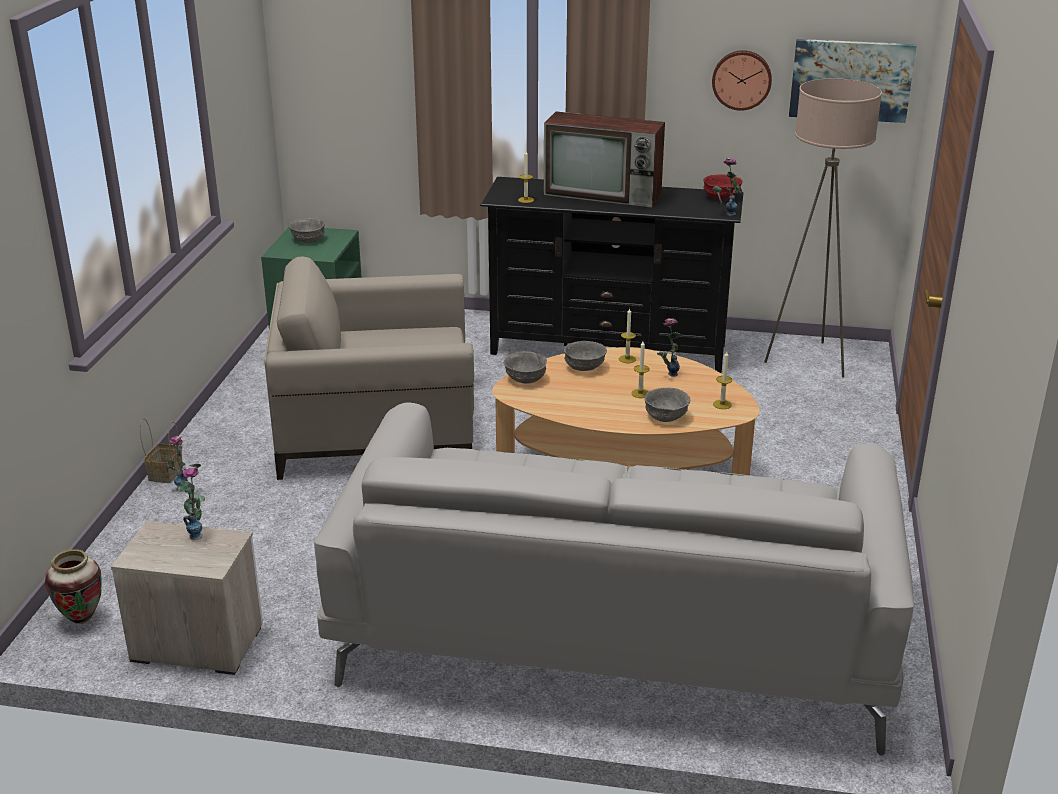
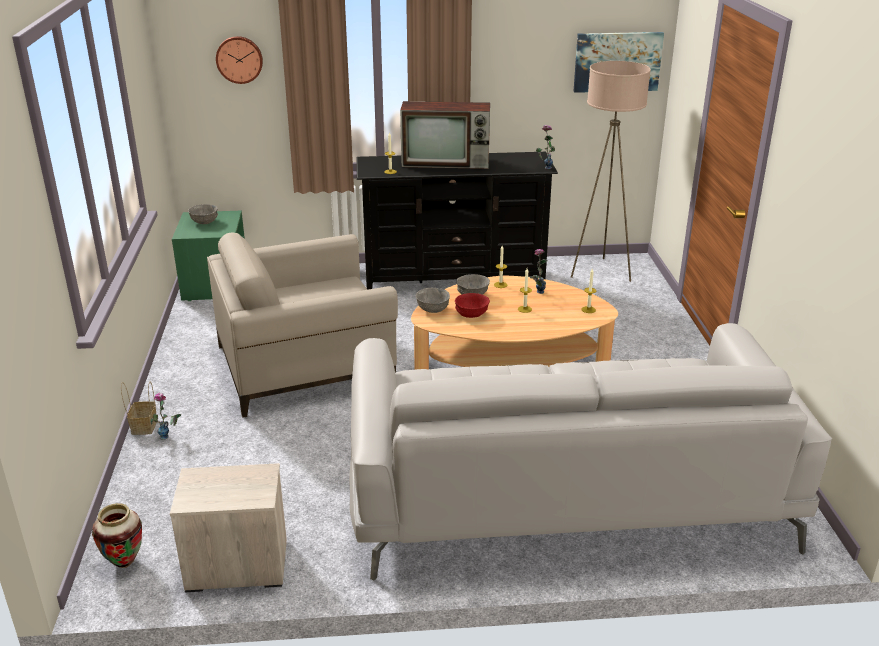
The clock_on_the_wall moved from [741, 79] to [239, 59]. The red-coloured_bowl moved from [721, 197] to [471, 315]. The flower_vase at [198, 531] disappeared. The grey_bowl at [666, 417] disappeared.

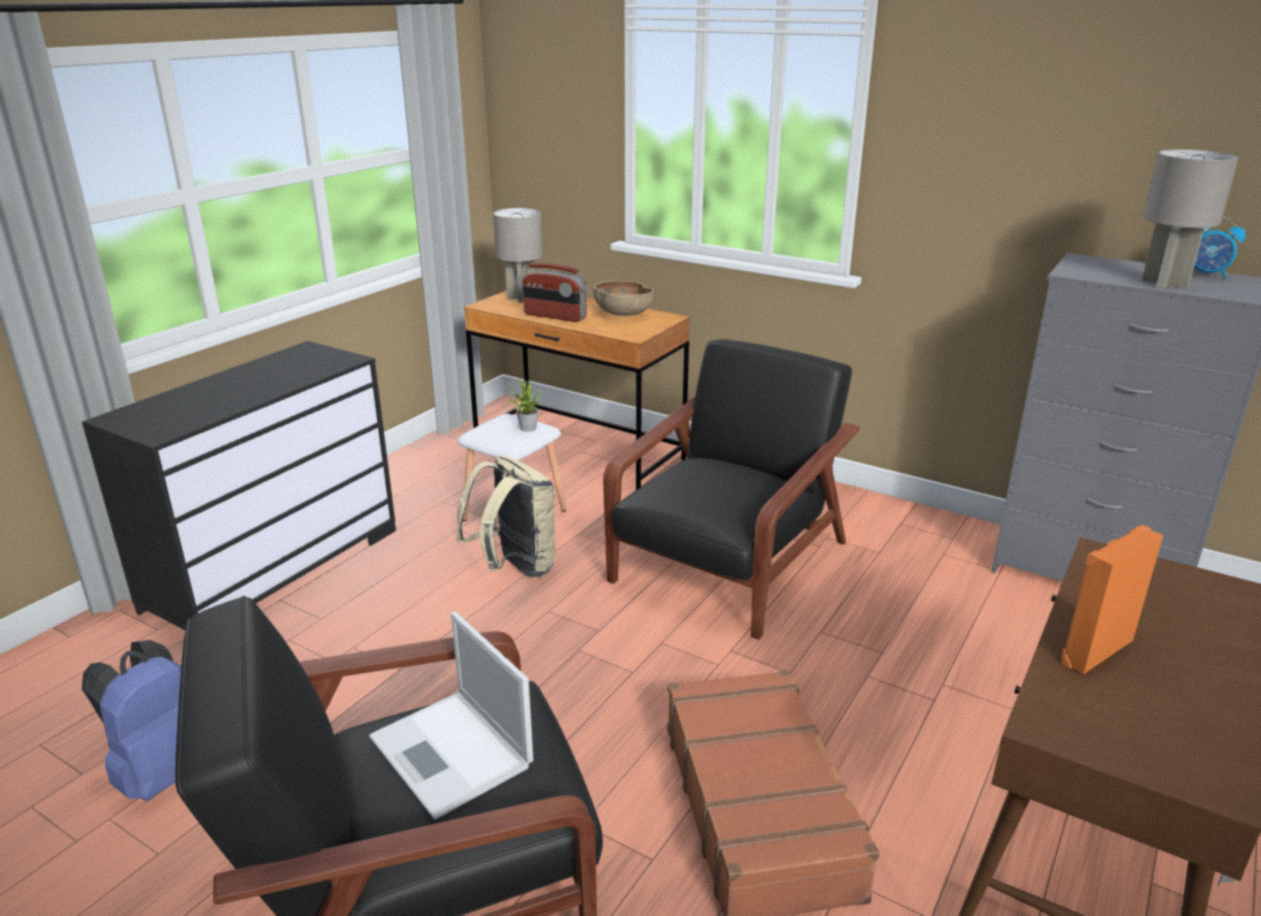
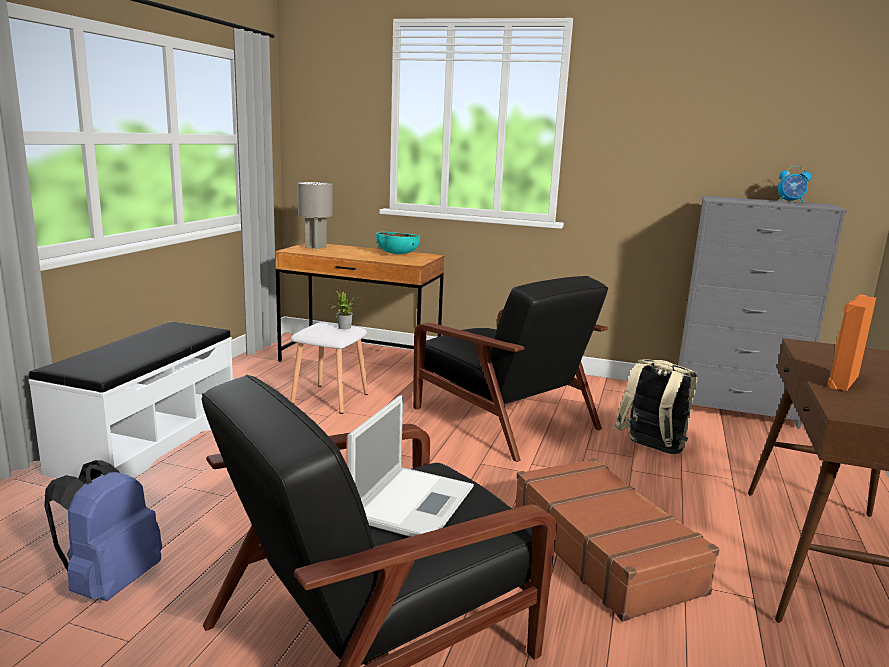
The blackish_dresser at [275, 568] was replaced by the white-coloured_bench at [147, 442]. The notebook_computer at [453, 753] turned 105 degrees counterclockwise. The brown-coloured_bowl at [622, 314] became the turquoise-coloured_bowl at [397, 254]. The blackish_lounge_chair at [727, 564] turned 120 degrees clockwise. The sand-coloured_rucksack moved from [515, 568] to [651, 450]. The radio_receiver at [555, 316] disappeared. The grey_tabletop_lamp at [1164, 283] disappeared.

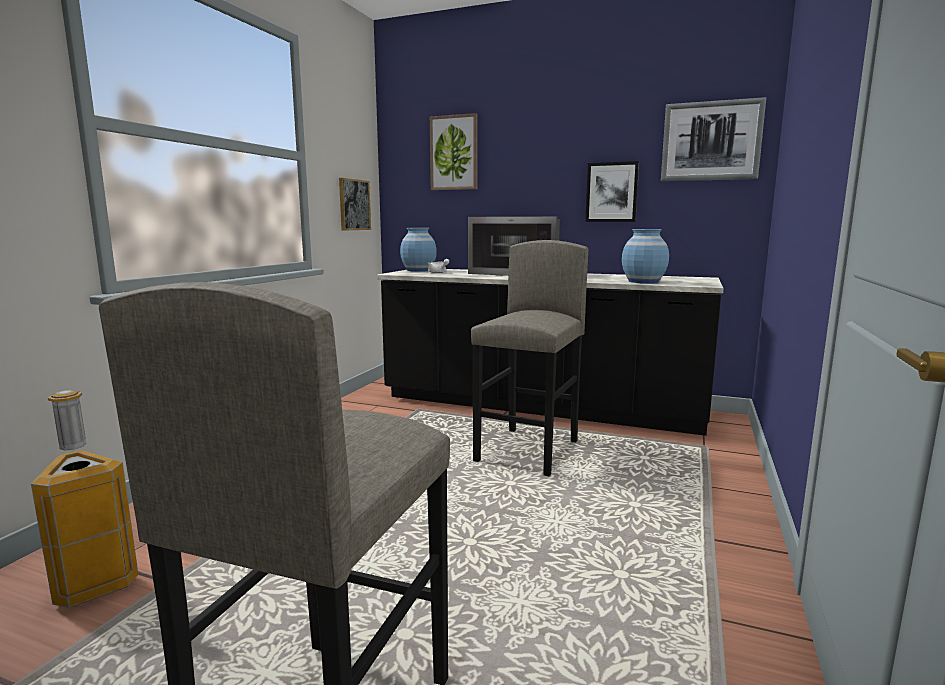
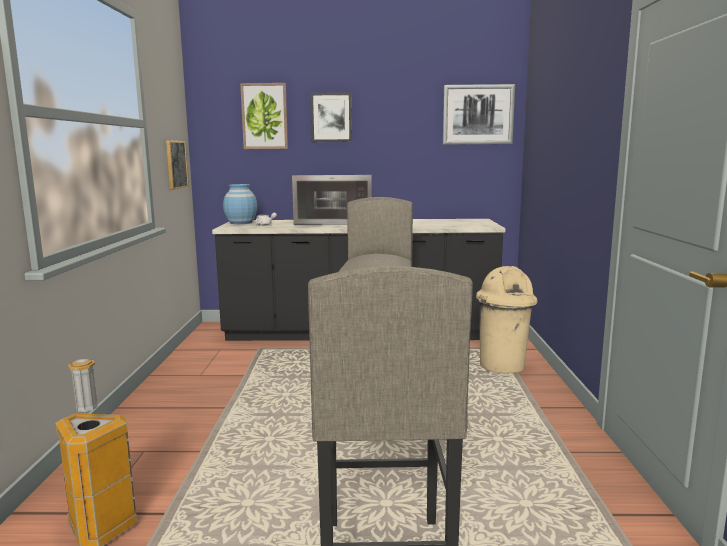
The wall_art moved from [612, 192] to [331, 117]. The sand-coloured_trash_can at [503, 365] appeared. The blue_flower_vase at [643, 281] disappeared.

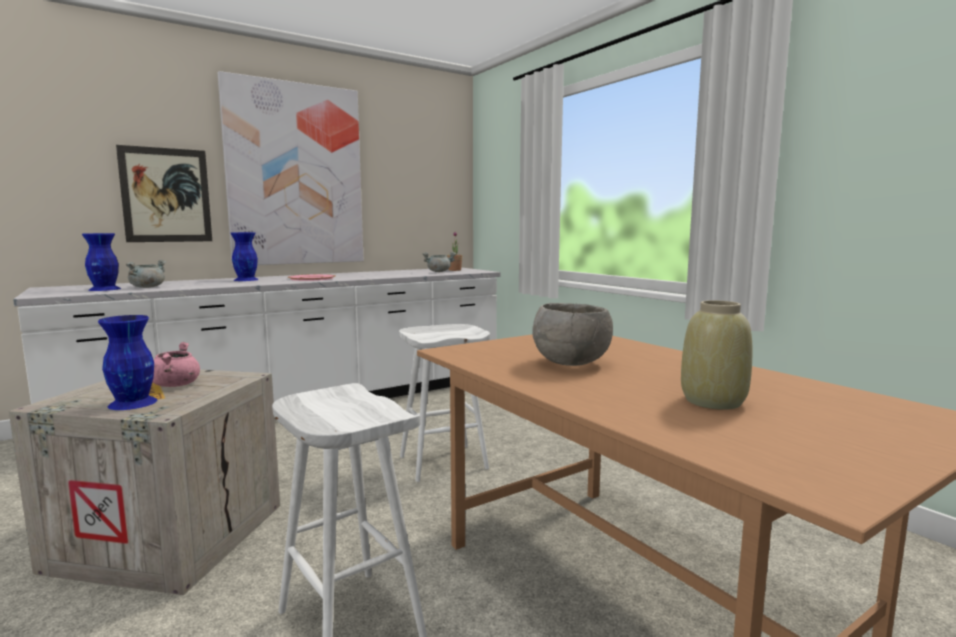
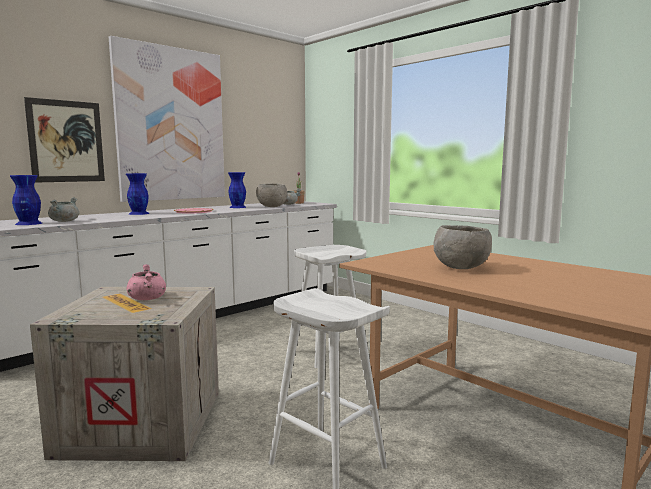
The blue_flower_vase moved from [134, 403] to [238, 207]. The grey_bowl at [271, 207] appeared. The sand-coloured_flower_vase at [714, 401] disappeared.

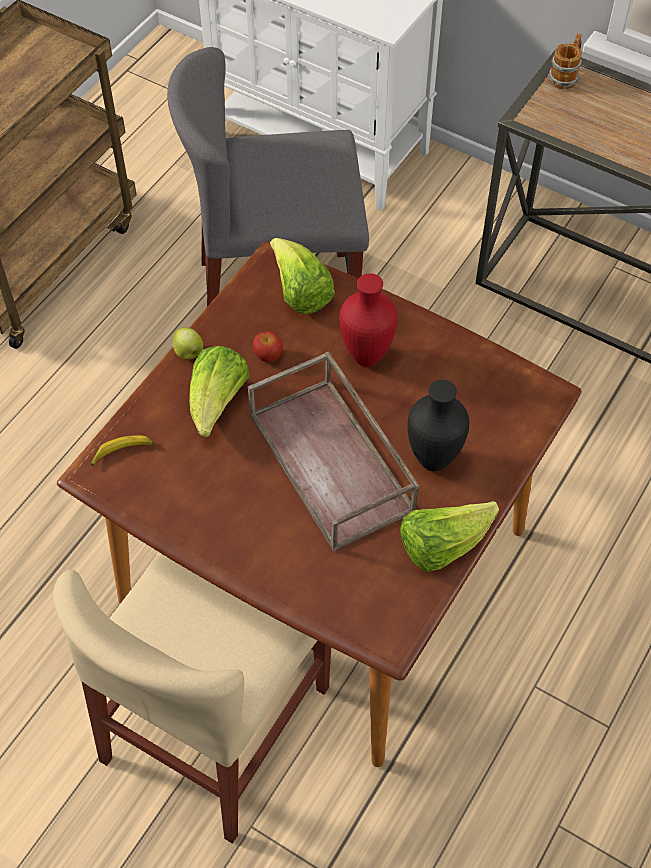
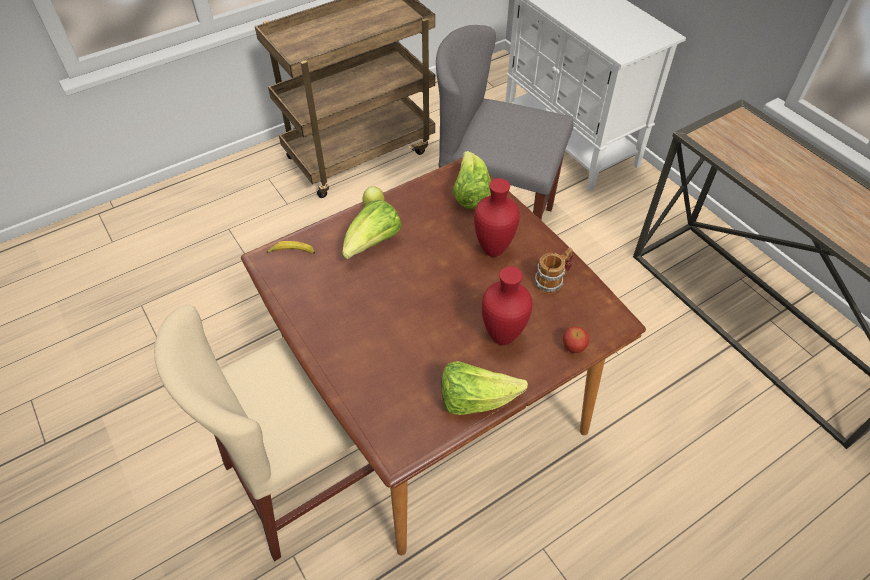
The blackish_flower_vase at [433, 462] became the red-coloured_flower_vase at [501, 337]. The tea_mug moved from [565, 76] to [553, 280]. The apple_fruit moved from [268, 356] to [573, 347]. The brown-coloured_tray at [333, 463] disappeared.

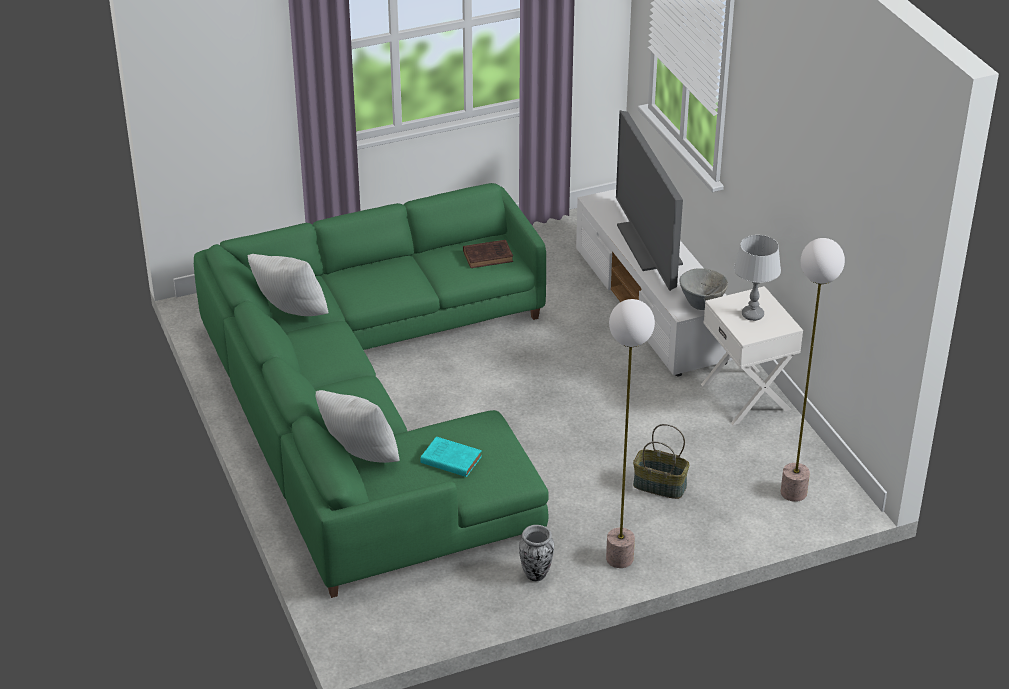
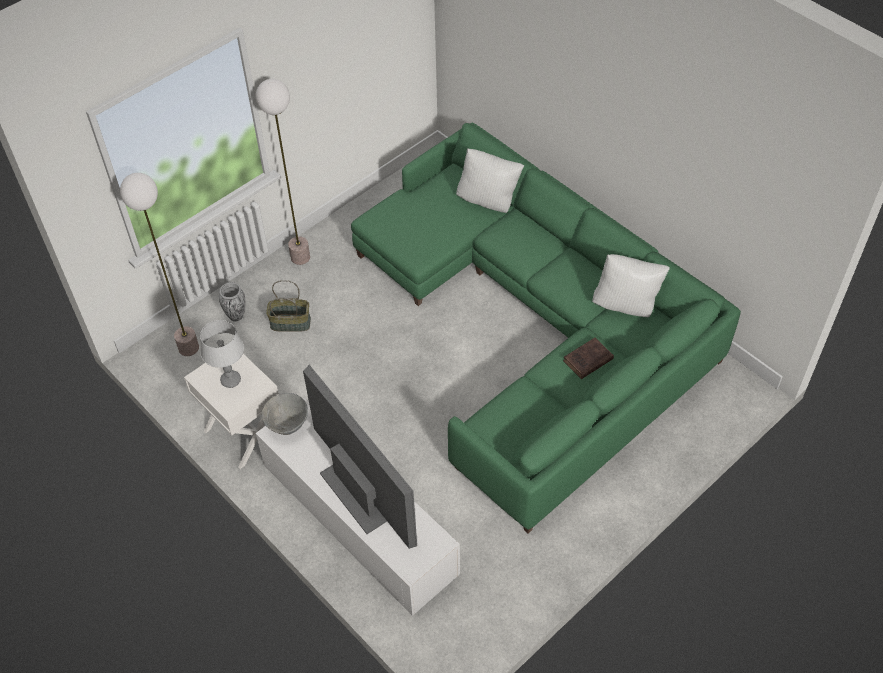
The flower_vase moved from [536, 574] to [236, 315]. The brown-coloured_book moved from [489, 256] to [587, 361]. The turquoise-coloured_book at [449, 459] disappeared.

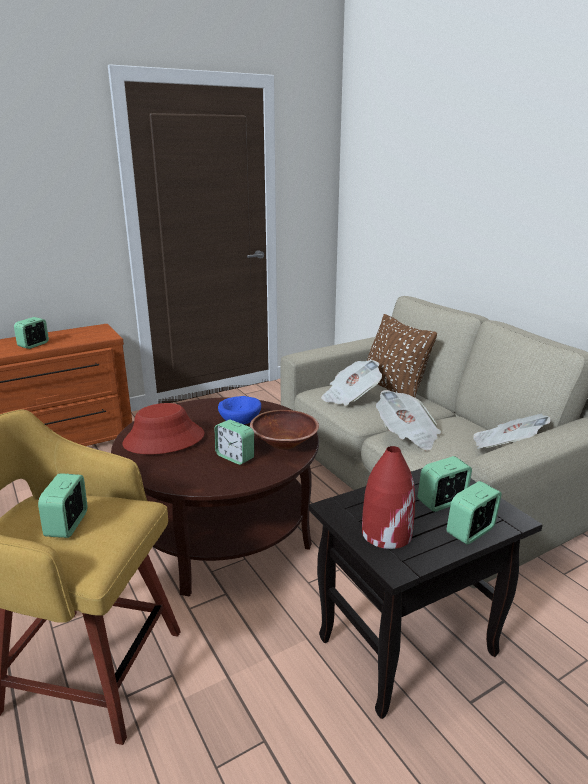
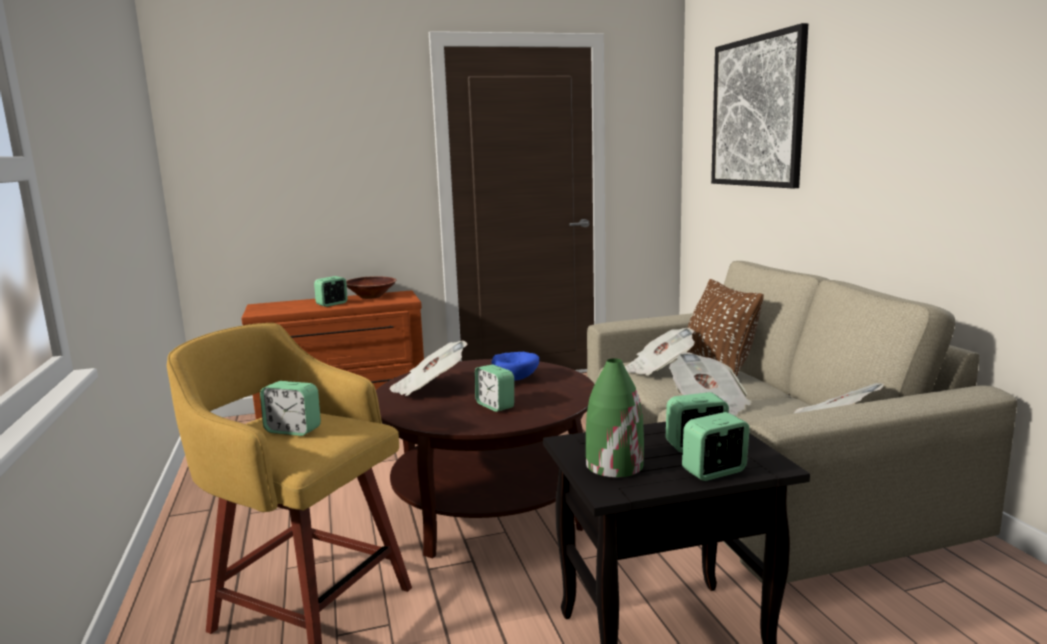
The table_clock at [68, 525] turned 90 degrees counterclockwise. The brown-coloured_bowl moved from [284, 443] to [371, 296]. The red-coloured_wearable_hat at [164, 439] was replaced by the daily_paper at [429, 388]. The red-coloured_flower_vase at [386, 533] became the greenish_flower_vase at [614, 465]. The wall_art at [757, 112] appeared.

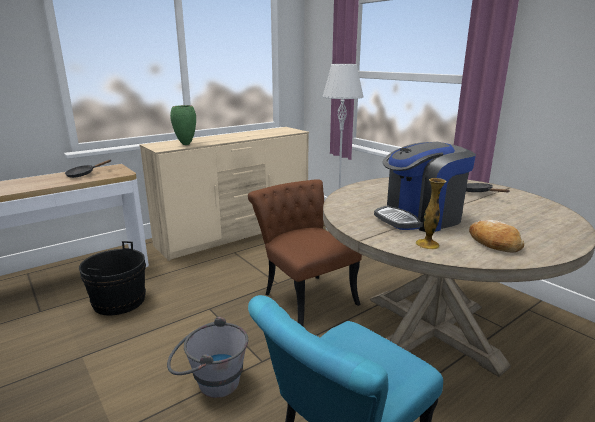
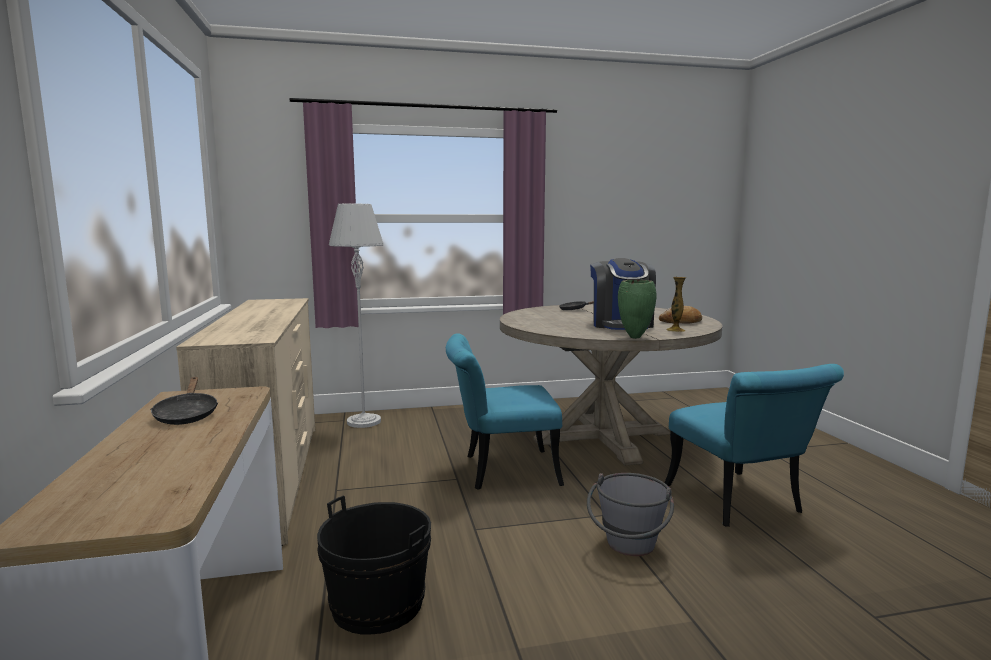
The brown-coloured_chair at [304, 295] became the turquoise-coloured_chair at [500, 470]. The greenish_flower_vase moved from [185, 144] to [635, 338].

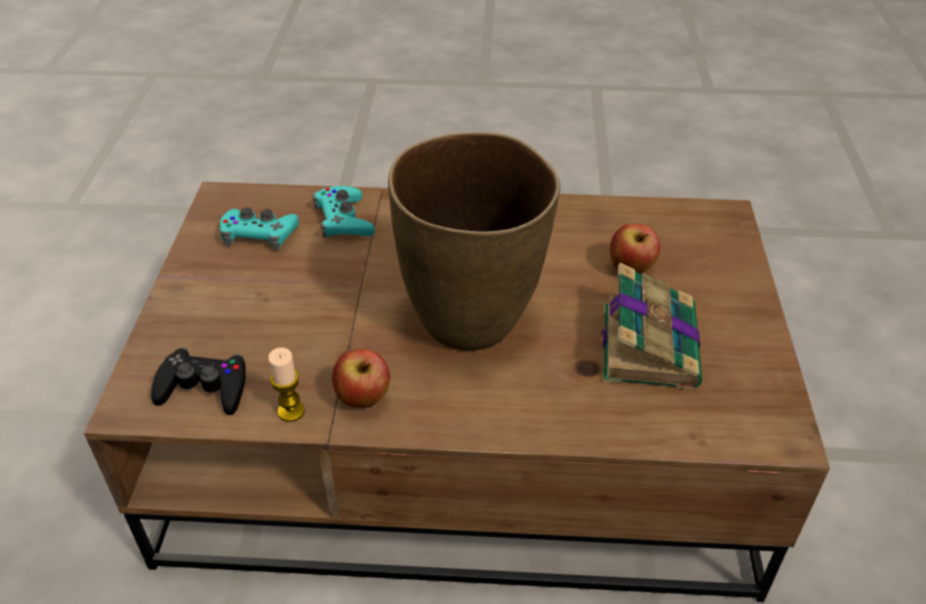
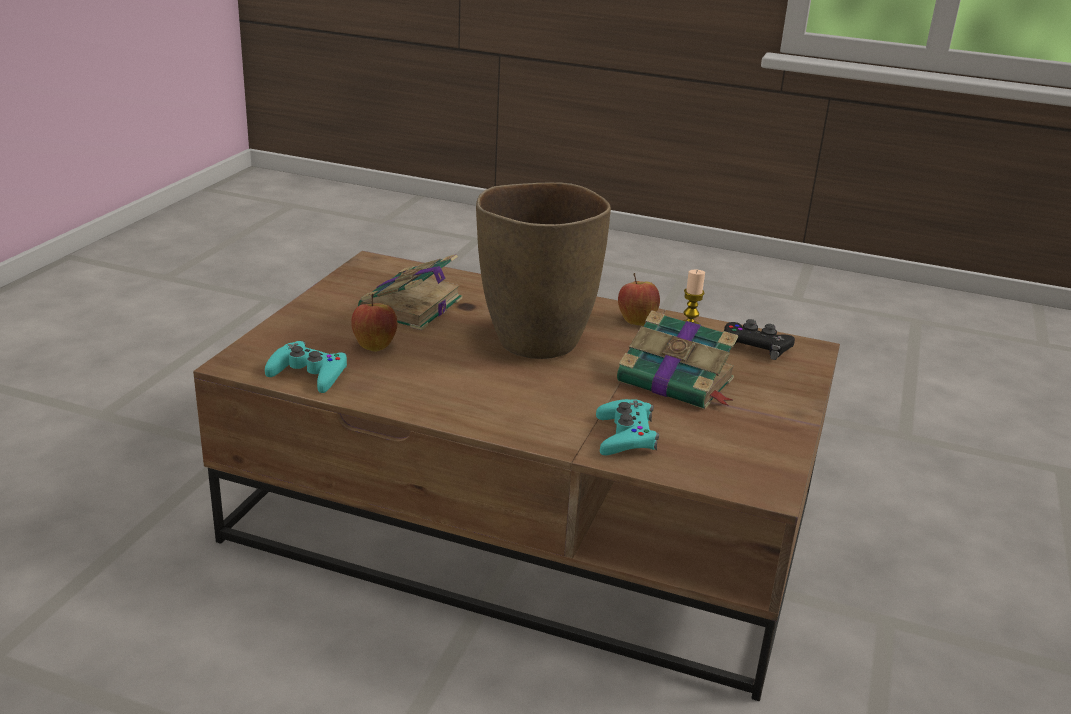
The turquoise-coloured_gamepad moved from [259, 234] to [308, 374]. The book at [678, 381] appeared.

